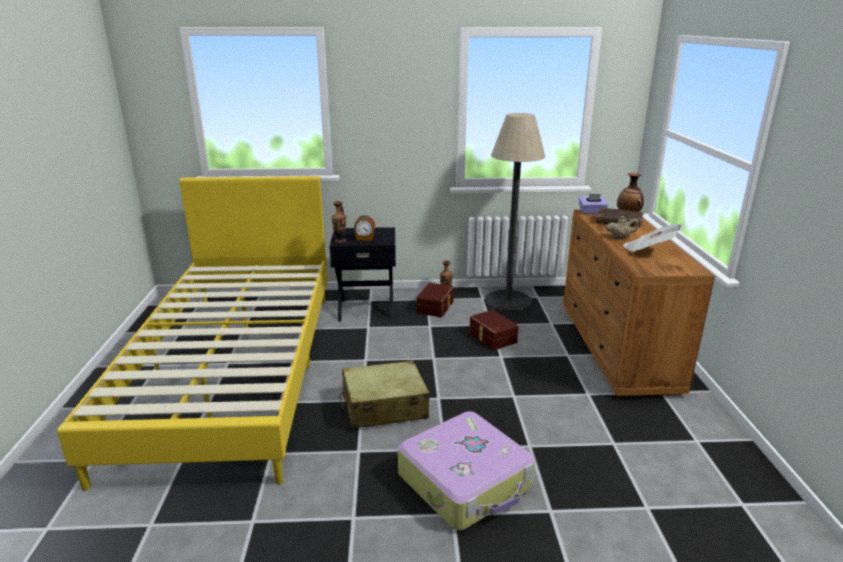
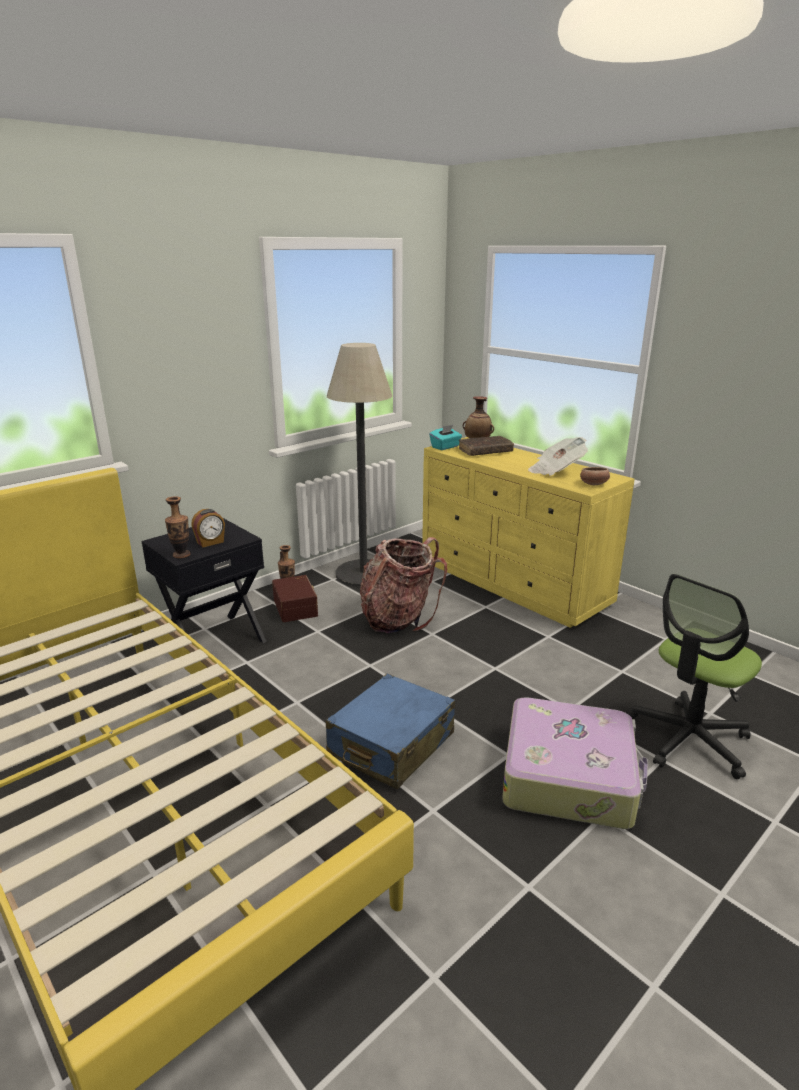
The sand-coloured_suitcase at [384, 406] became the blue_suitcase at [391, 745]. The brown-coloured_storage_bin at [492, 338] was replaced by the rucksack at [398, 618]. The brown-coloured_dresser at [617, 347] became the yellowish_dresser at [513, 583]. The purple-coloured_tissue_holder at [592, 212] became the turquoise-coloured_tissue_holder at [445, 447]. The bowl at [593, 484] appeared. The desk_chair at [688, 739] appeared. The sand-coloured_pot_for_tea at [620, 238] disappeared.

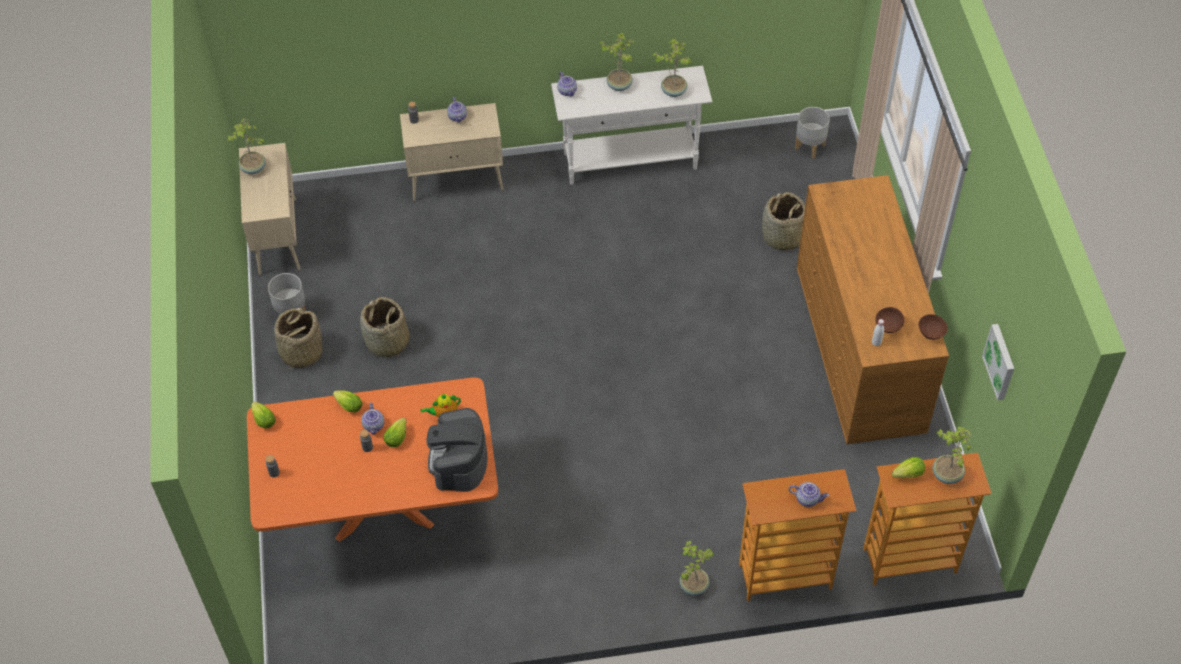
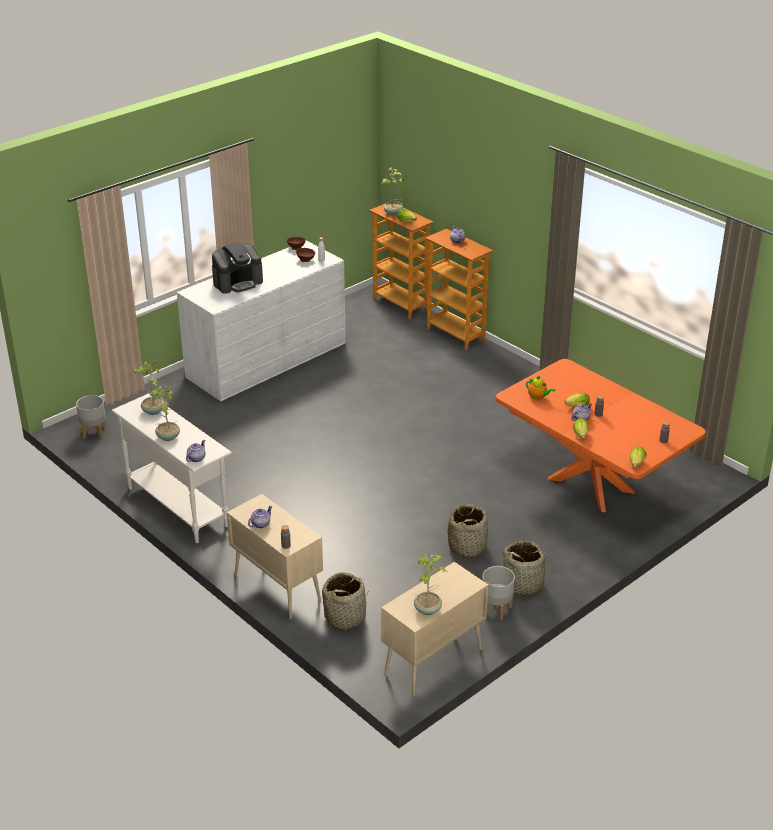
The brown-coloured_dresser at [859, 348] became the white-coloured_dresser at [267, 360]. The coffee_maker moved from [459, 462] to [238, 282]. The basket moved from [783, 237] to [345, 617]. The plant_in_a_pot at [693, 585] disappeared. The wall_art at [1001, 361] disappeared.

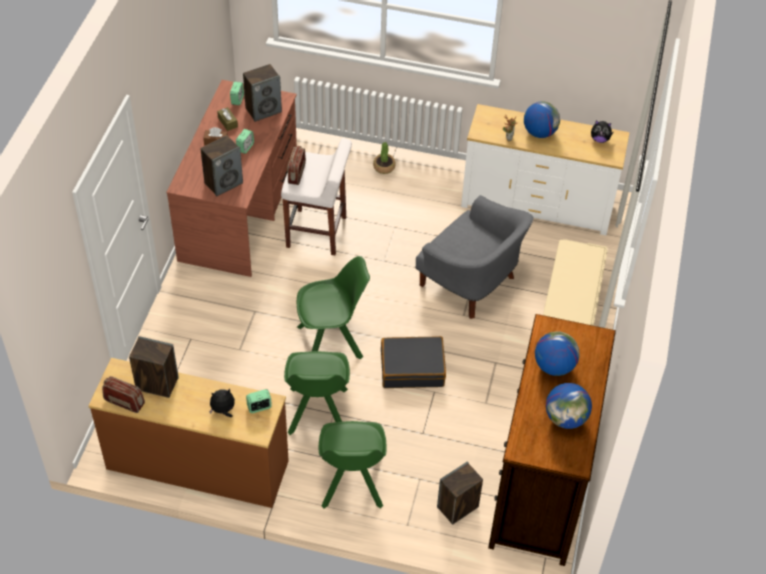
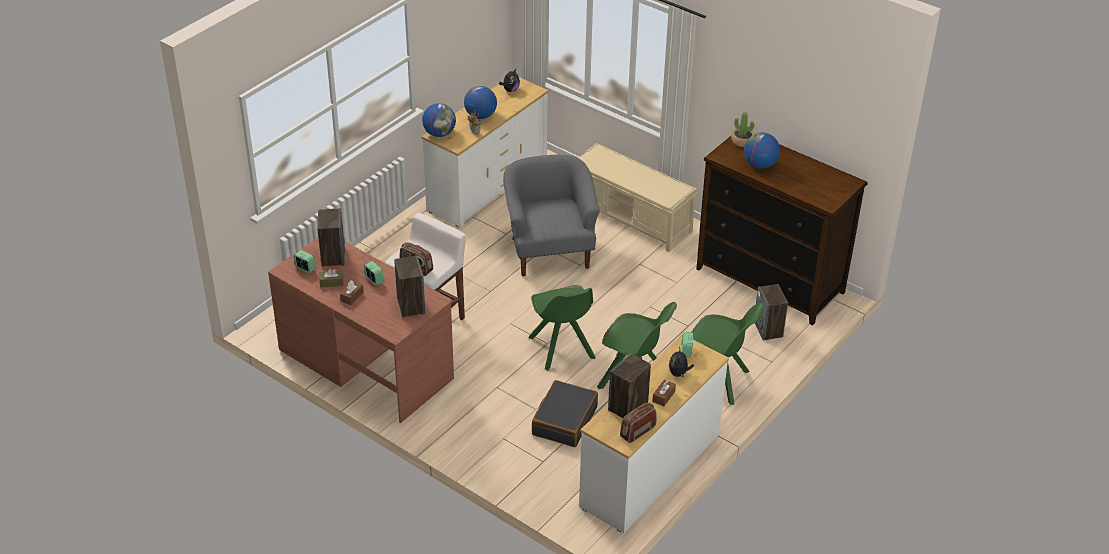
The desk_globe moved from [566, 418] to [439, 133]. The grey_lounge_chair at [470, 284] turned 75 degrees counterclockwise. The greenish_chair at [332, 342] turned 150 degrees clockwise. The blackish_suitcase moved from [412, 368] to [564, 421]. The brown-coloured_dresser at [197, 466] became the white-coloured_dresser at [651, 471]. The brown-coloured_tissue_holder at [663, 396] appeared. The plant_in_a_pot moved from [384, 167] to [742, 141].

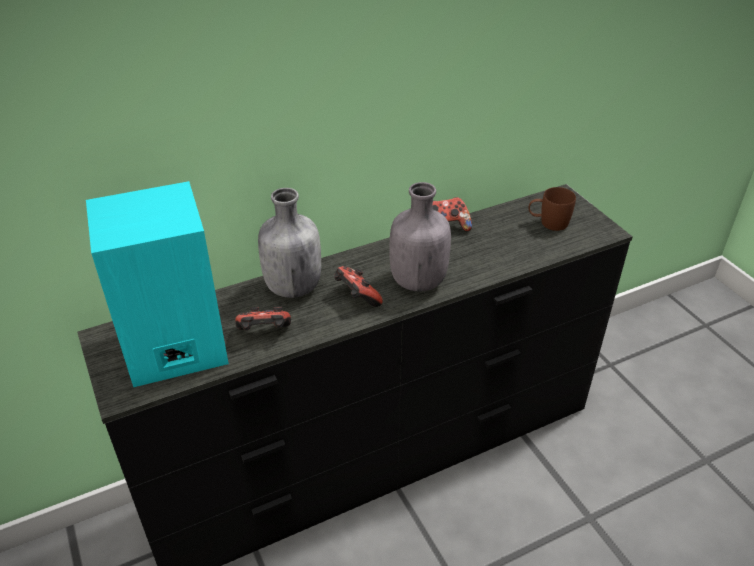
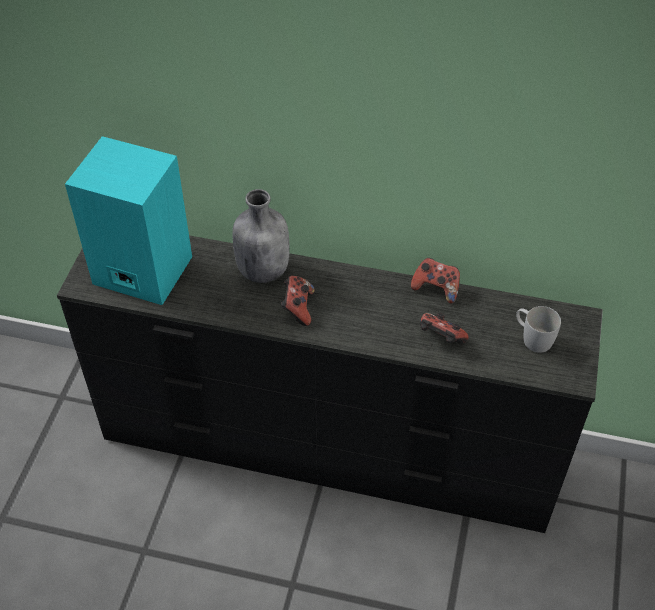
The gamepad moved from [264, 333] to [440, 339]. The brown-coloured_tea_mug at [548, 223] became the white-coloured_tea_mug at [532, 337]. The grey_beverage_bottle at [417, 281] disappeared.

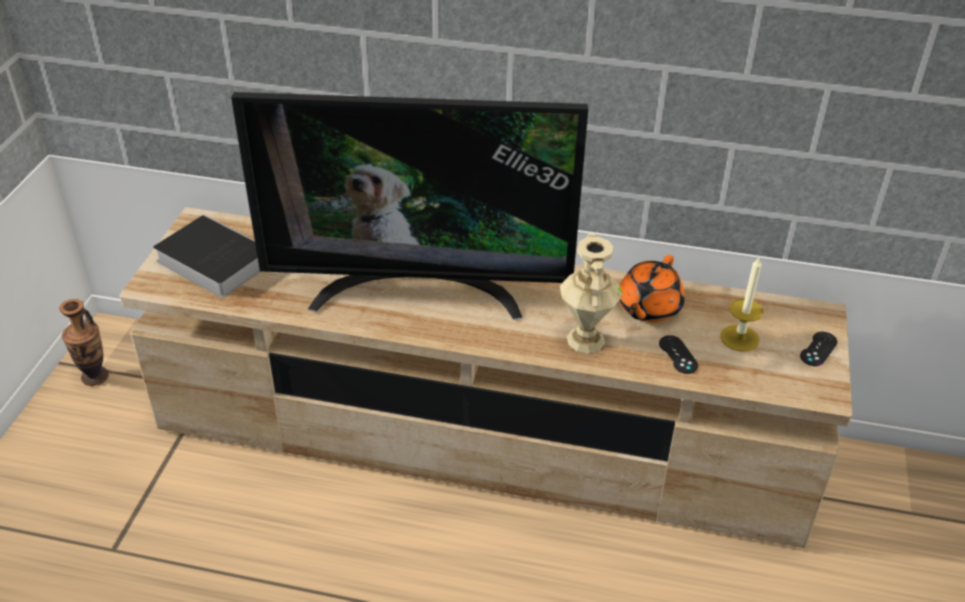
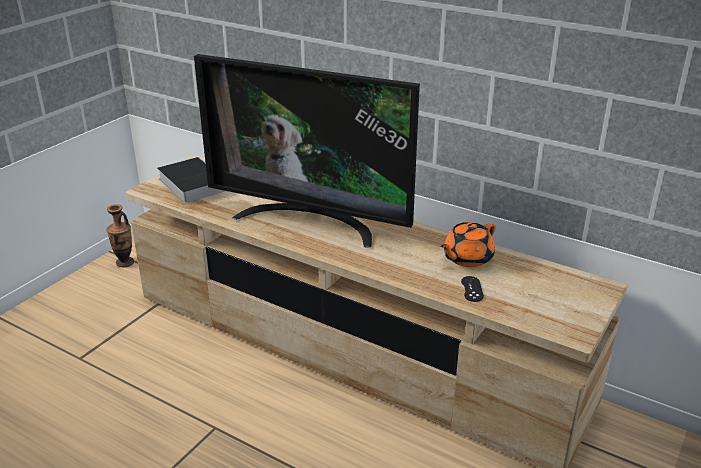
The sand-coloured_flower_vase at [584, 339] disappeared. The wax_light at [739, 338] disappeared. The blackish_gamepad at [818, 349] disappeared.

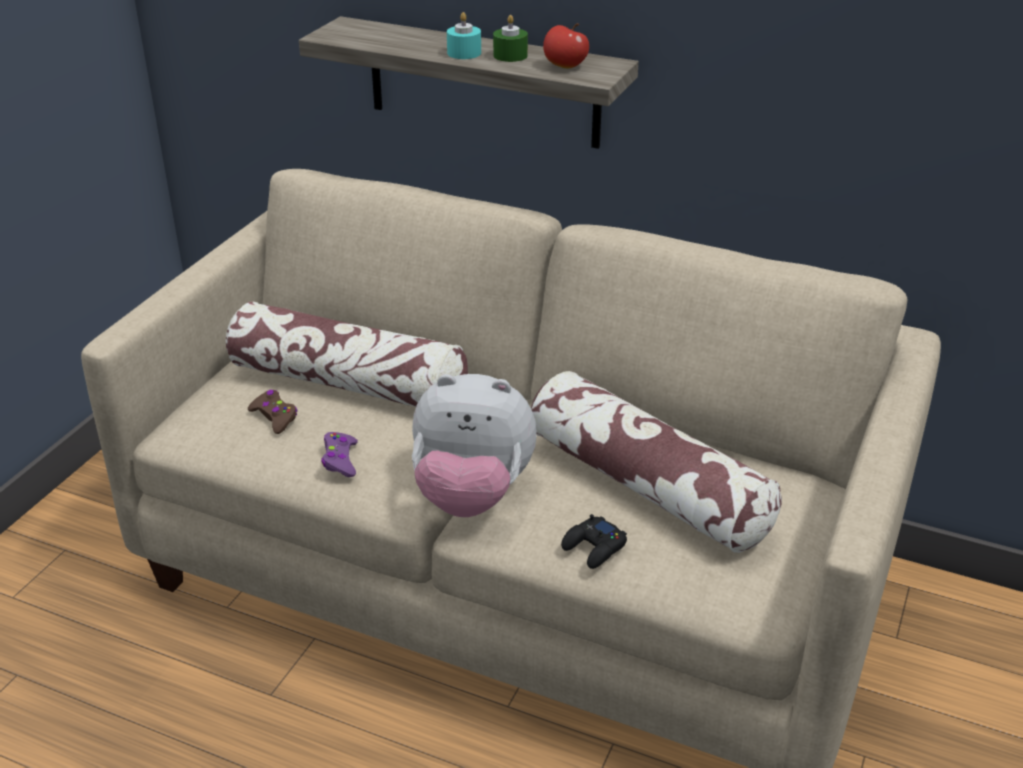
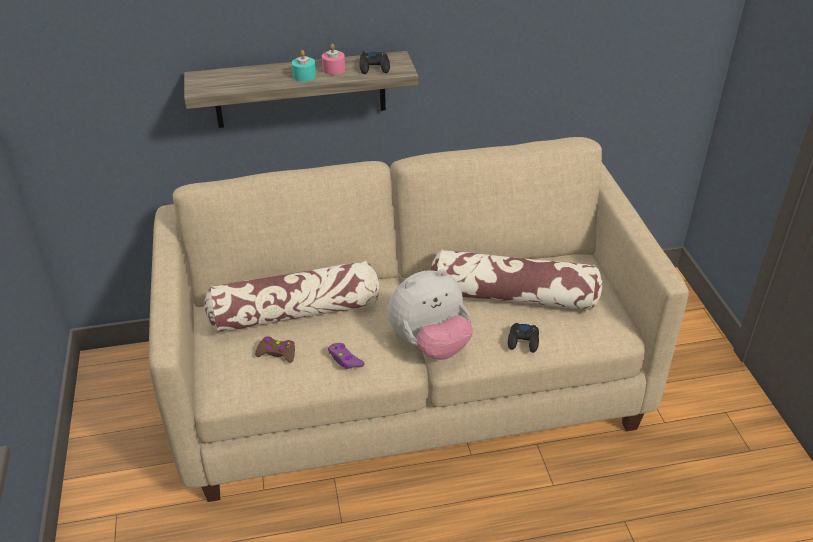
The greenish_wax_light at [510, 55] became the pinkish_wax_light at [334, 69]. The apple_fruit at [565, 66] was replaced by the blackish_gamepad at [374, 67].

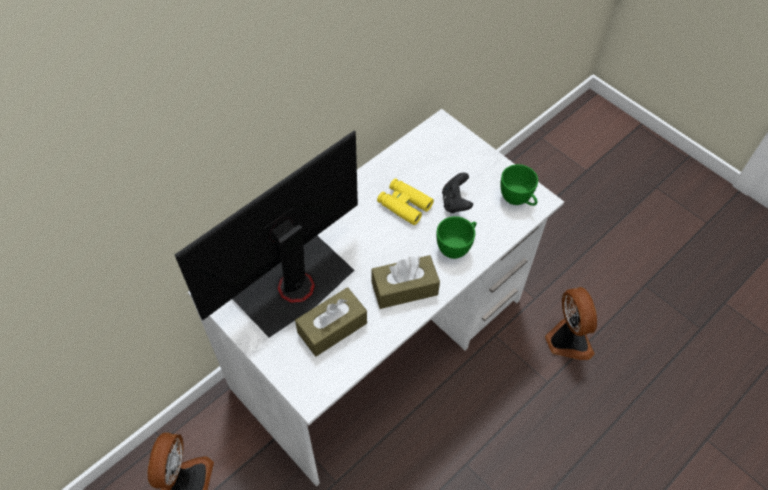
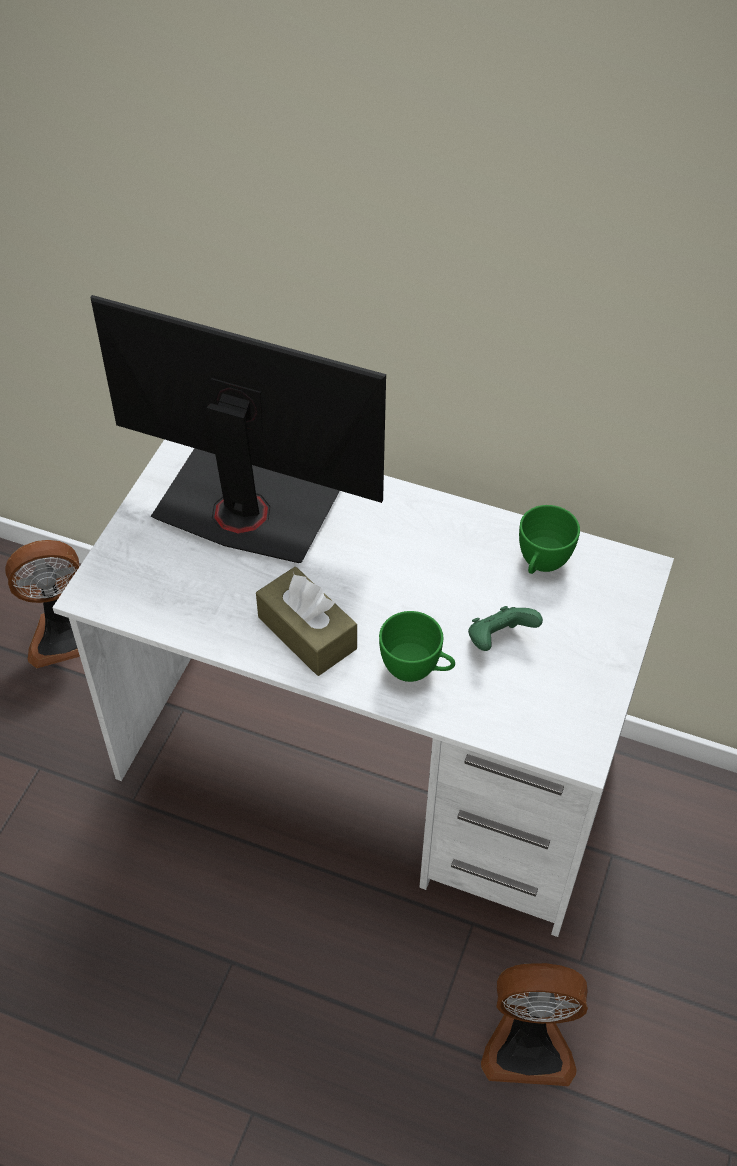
The blackish_gamepad at [455, 202] became the greenish_gamepad at [499, 640]. The electric_fan at [566, 340] turned 45 degrees clockwise. The greenish_small_cup moved from [517, 200] to [541, 564]. The brown-coloured_tissue_holder at [332, 328] disappeared. The yellowish_pair_of_binoculars at [404, 205] disappeared.

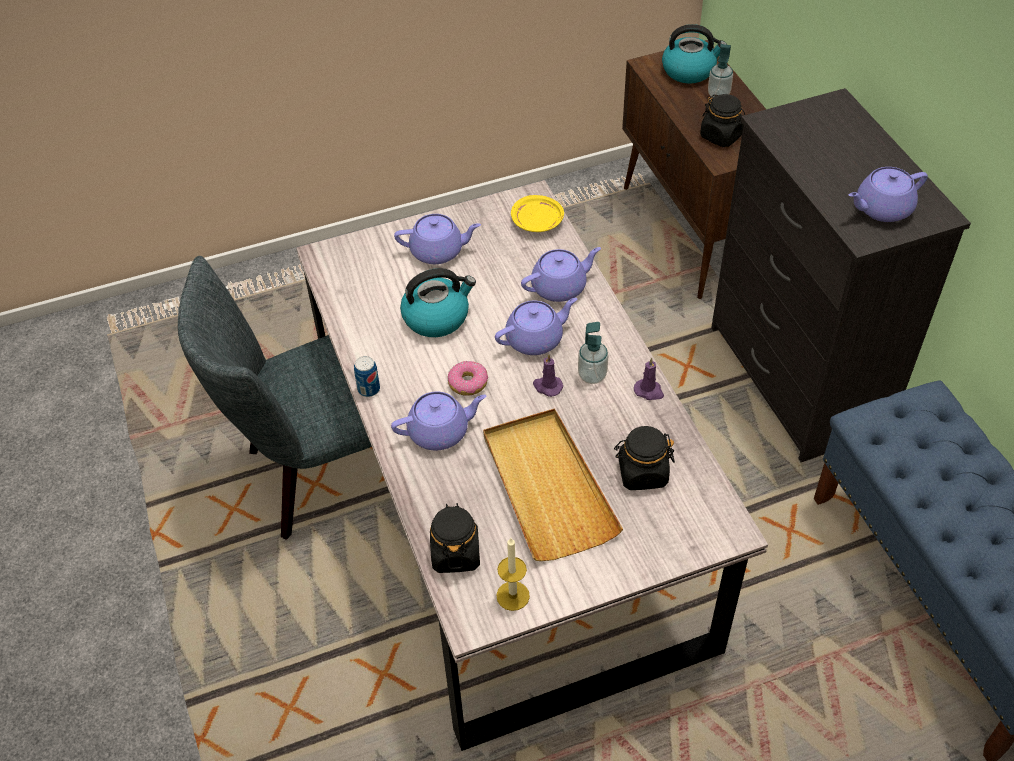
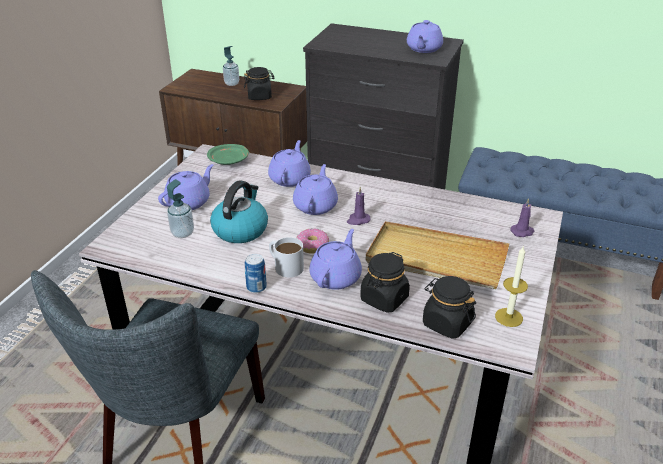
The soap_bottle moved from [592, 375] to [182, 233]. The yellowish_flat_dish at [537, 222] became the greenish_flat_dish at [229, 161]. The white-coloured_tea_mug at [285, 265] appeared. The blackish_preserve_jar moved from [642, 473] to [384, 299]. The purple-coloured_wax_light moved from [649, 391] to [522, 232]. The water_kettle at [689, 70] disappeared.

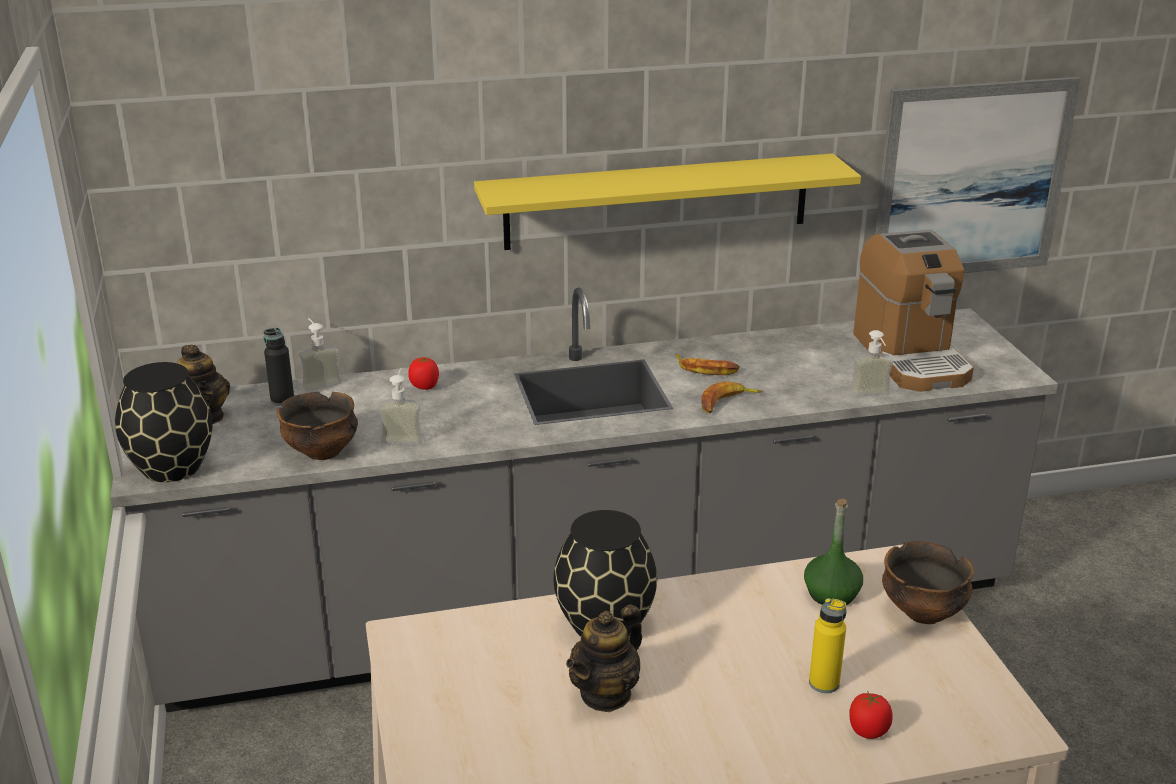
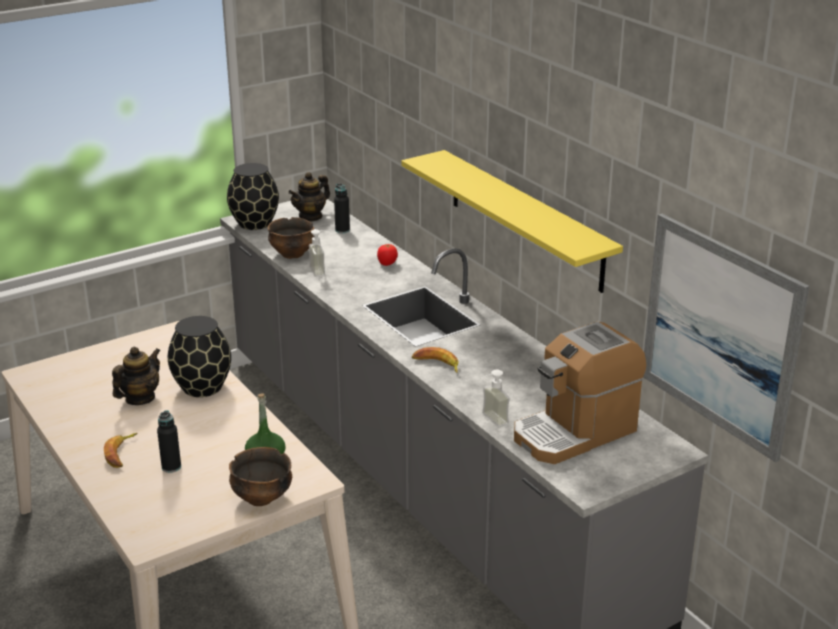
The banana moved from [706, 369] to [121, 454]. The pot_for_tea at [606, 694] turned 105 degrees clockwise. The yellowish_beverage_bottle at [824, 683] became the blackish_beverage_bottle at [171, 467]. The soap_bottle at [319, 382] disappeared. The tomato at [868, 731] disappeared.

